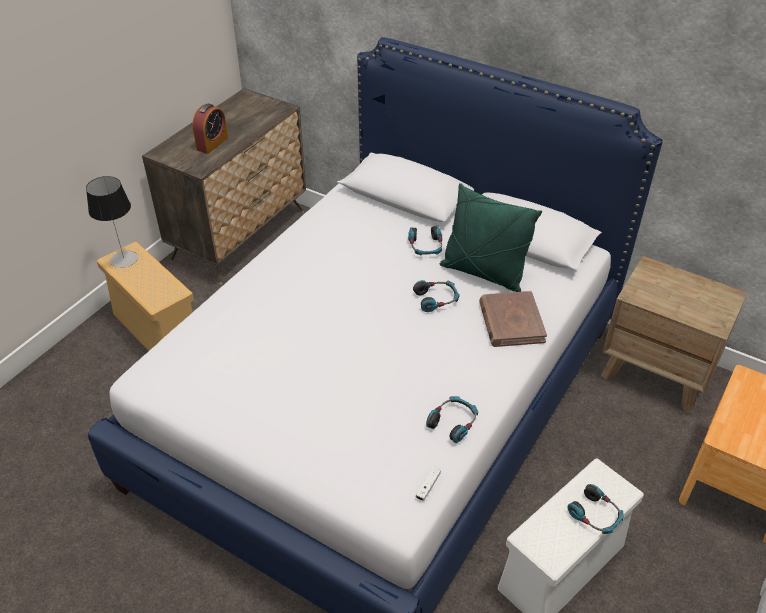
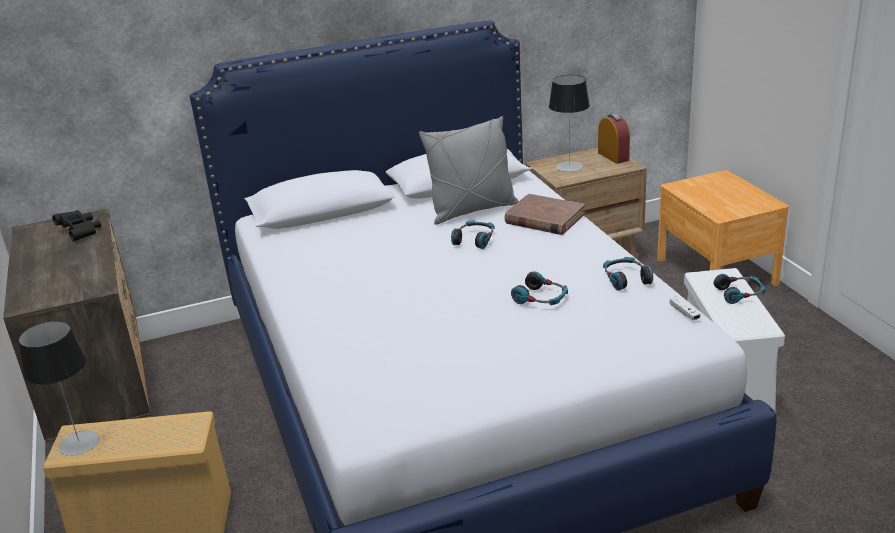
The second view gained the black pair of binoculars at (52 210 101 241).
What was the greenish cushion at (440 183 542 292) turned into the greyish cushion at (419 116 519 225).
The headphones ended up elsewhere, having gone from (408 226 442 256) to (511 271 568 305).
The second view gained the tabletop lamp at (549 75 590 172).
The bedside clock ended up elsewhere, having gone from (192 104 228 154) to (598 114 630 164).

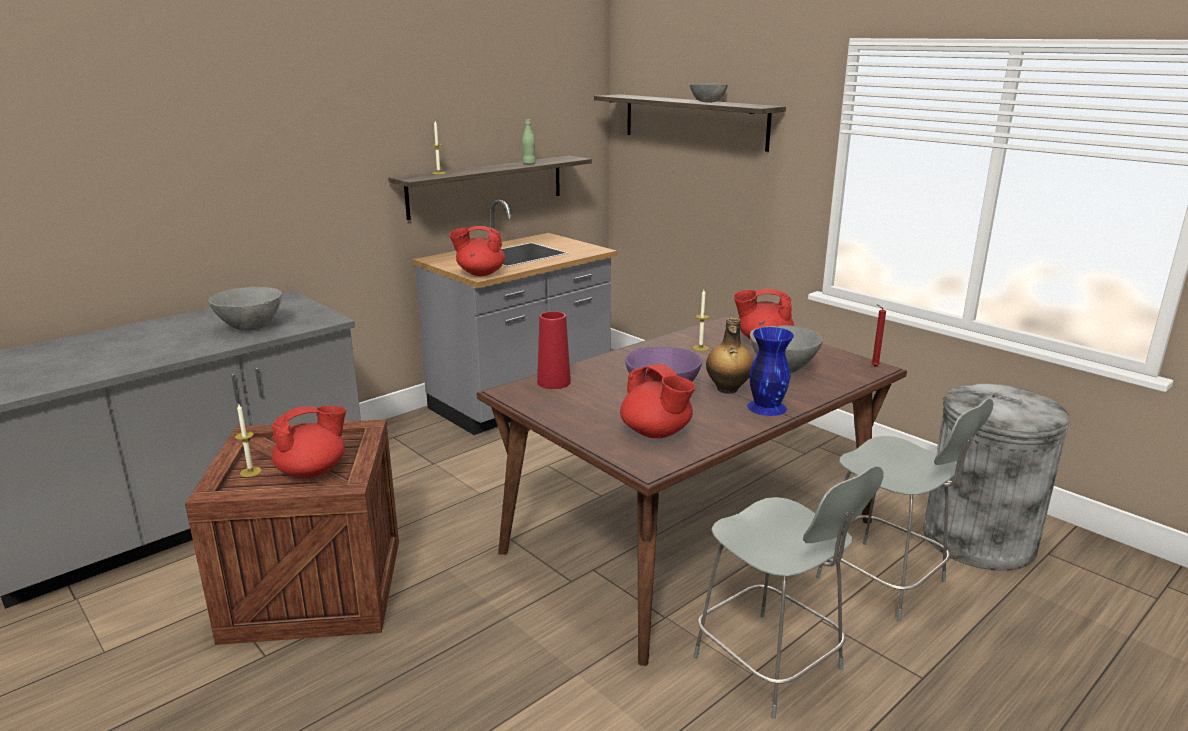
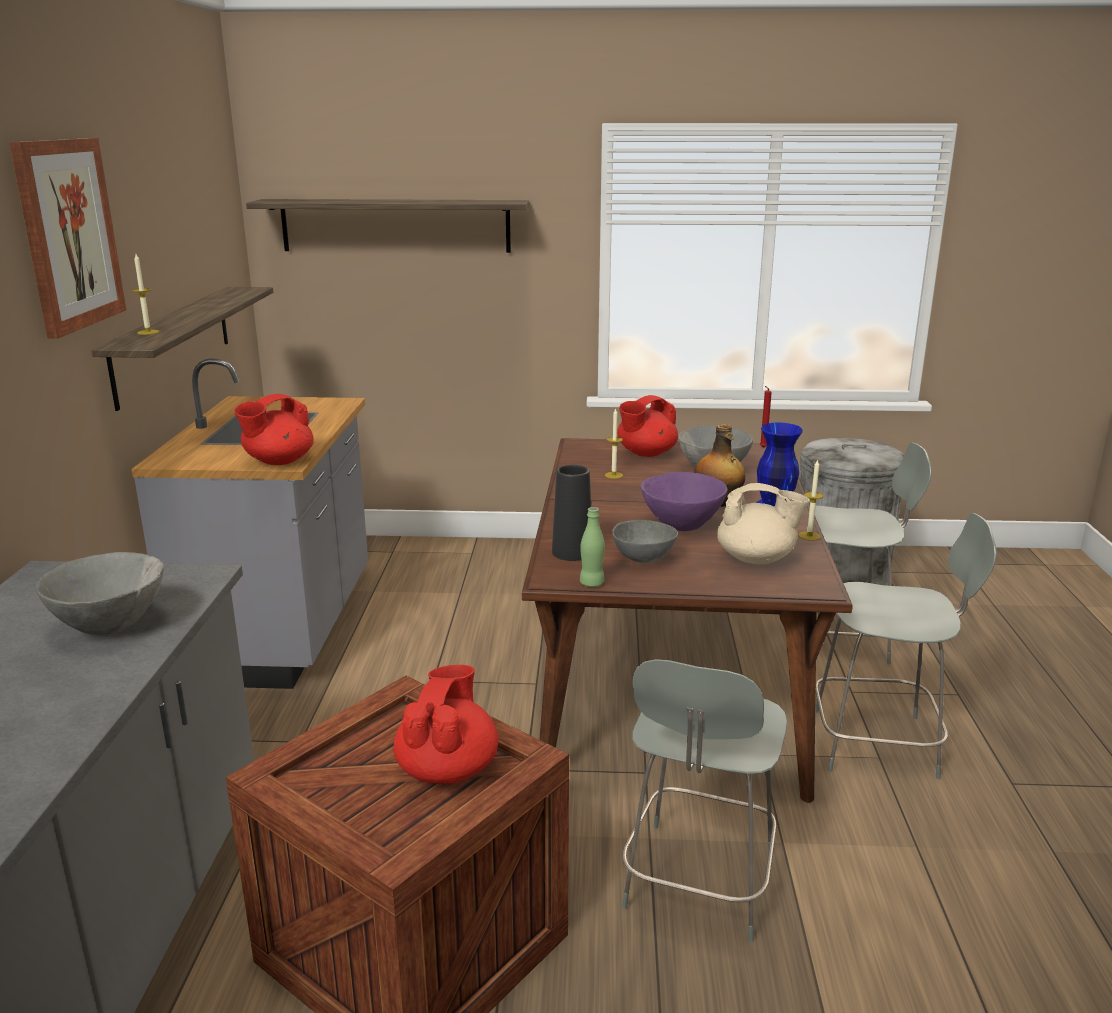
The second view gained the wall art at (9 138 126 339).
What was the reddish decorative vase at (537 311 571 389) turned into the black decorative vase at (552 465 591 561).
The greenish drink bottle ended up elsewhere, having gone from (522 120 536 165) to (580 507 605 587).
The greyish bowl ended up elsewhere, having gone from (690 83 728 103) to (612 520 678 563).
The second view gained the greyish plain chair at (622 659 787 942).
What was the reddish teapot at (620 364 695 438) turned into the sand-coloured teapot at (717 483 810 564).
The wax candle ended up elsewhere, having gone from (235 404 262 477) to (798 459 823 541).

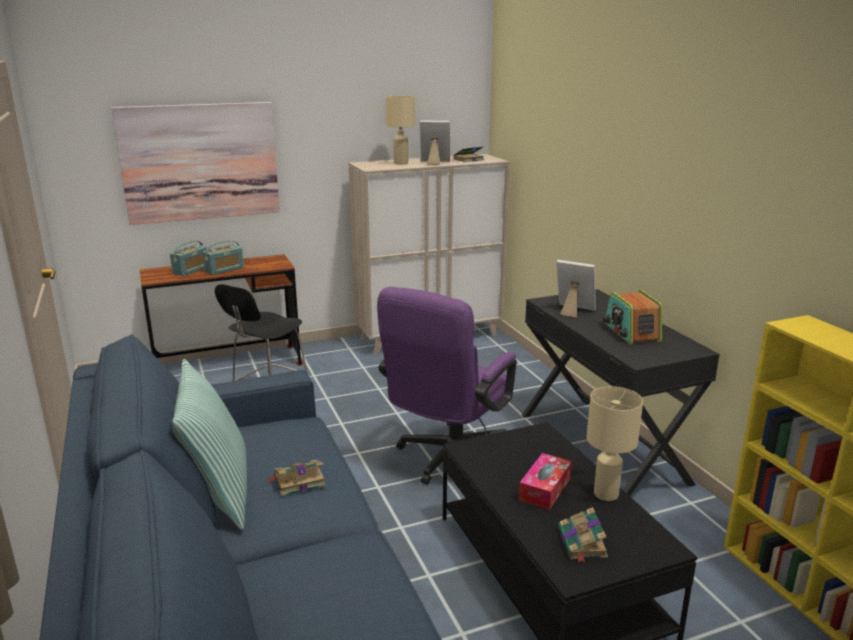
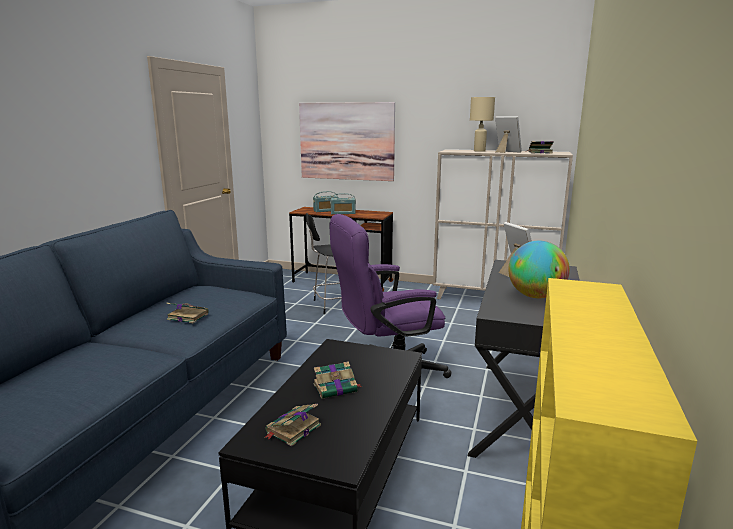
Where the tissue box stood at (519 453 572 510), the bound book came to stand at (314 361 362 399).
Where the radio set stood at (603 290 662 345), the globe came to stand at (508 241 570 298).
The second view lost the cushion at (172 359 247 530).
The second view lost the sand-coloured tabletop lamp at (587 386 643 501).

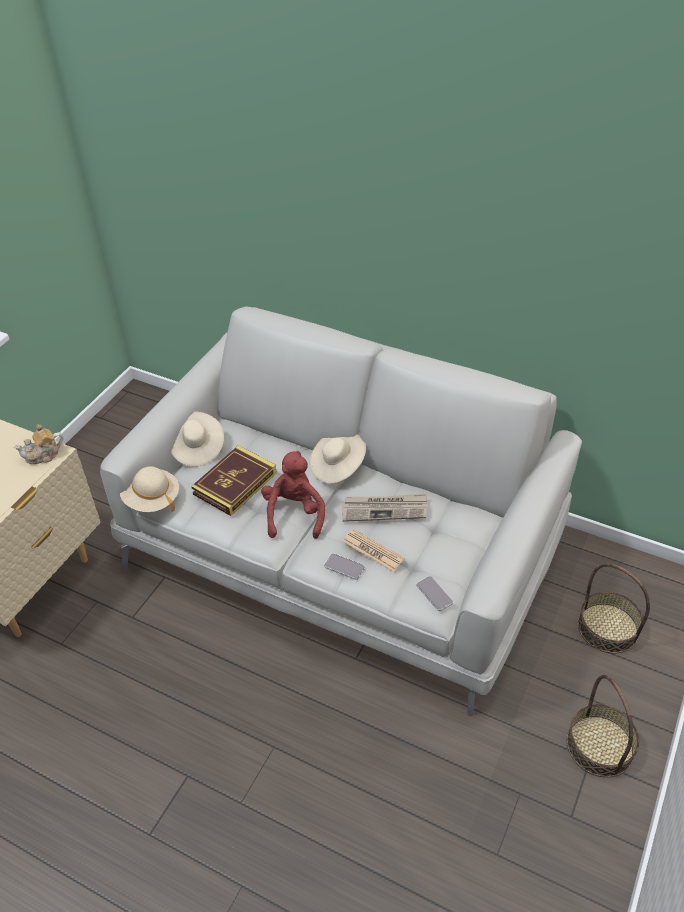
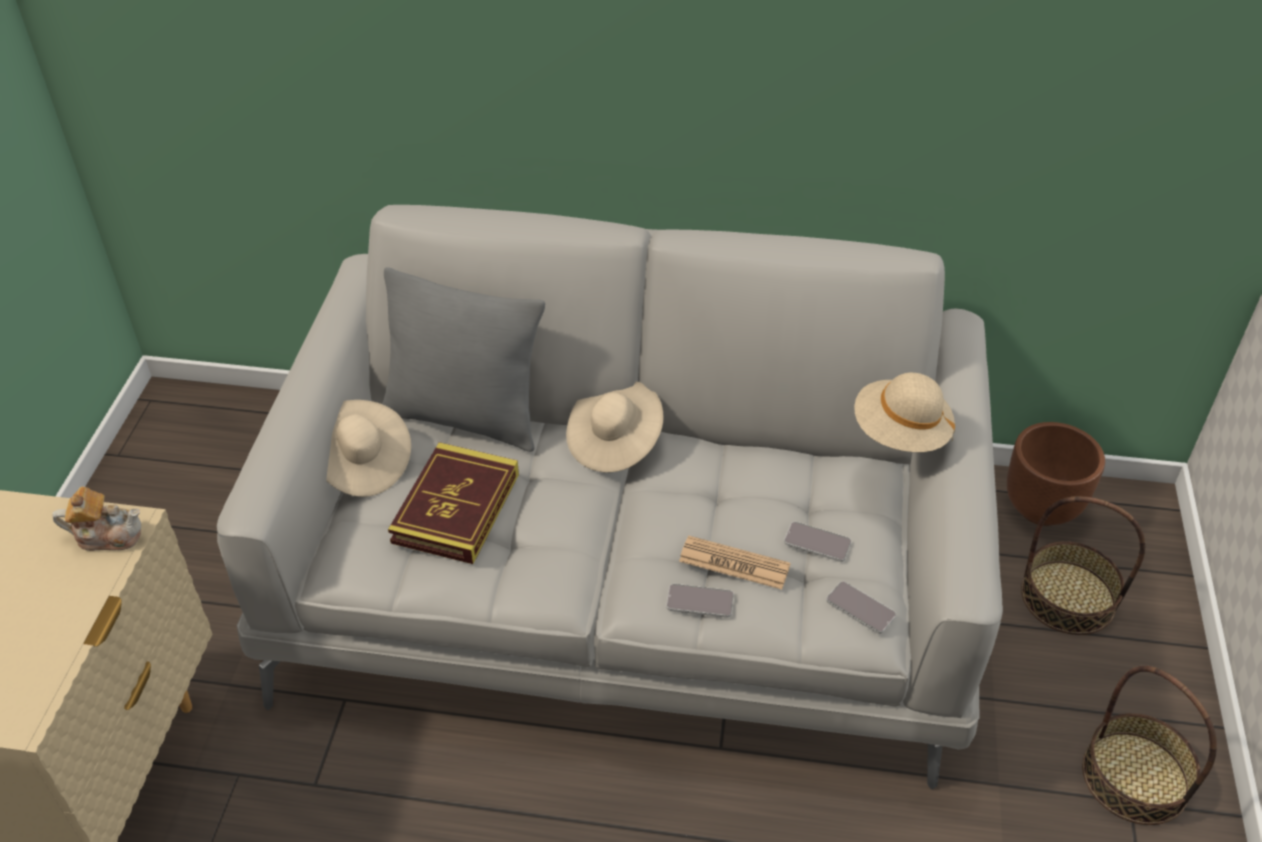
The teapot at (14 424 63 464) ended up facing another way, 135 degrees counterclockwise from before.
The second view gained the greyish cushion at (382 267 545 452).
The second view gained the phone at (784 522 852 562).
The sand-coloured clothing hat ended up elsewhere, having gone from (120 466 179 512) to (854 373 955 452).
The second view gained the brownish plant pot at (1007 422 1105 526).
The second view lost the reddish cuddly toy at (261 451 325 539).
The second view lost the daily paper at (342 494 427 522).

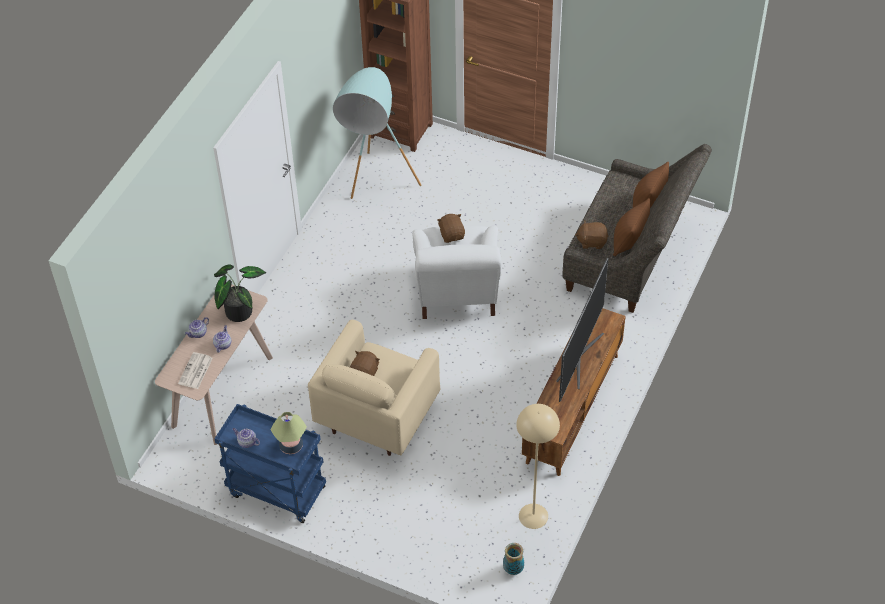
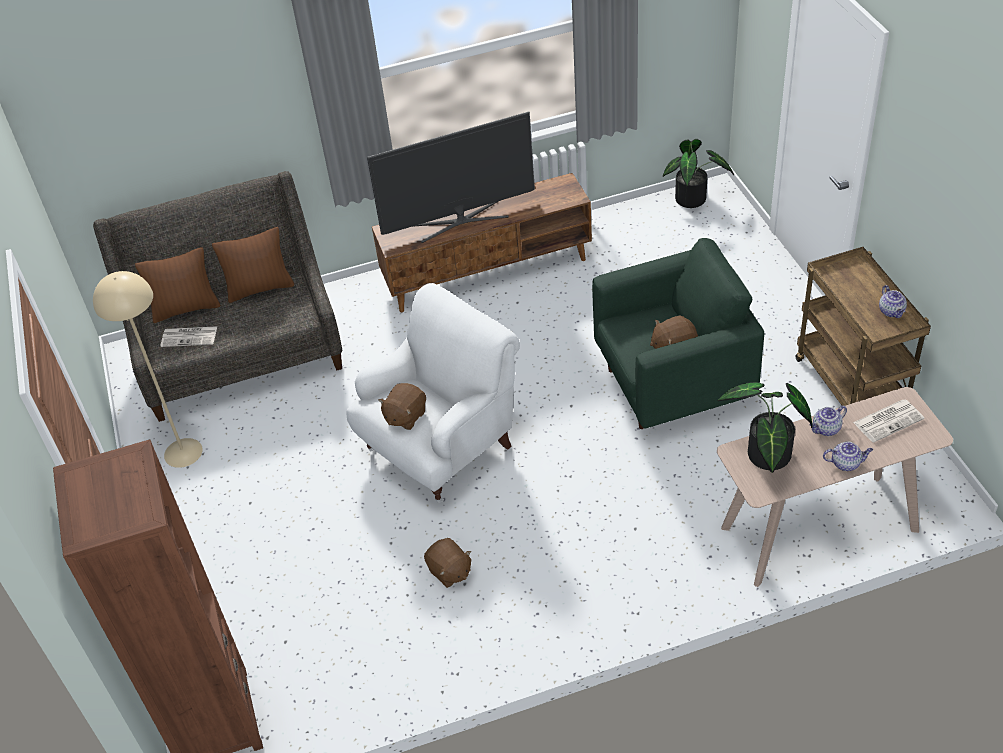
The sand-coloured standard lamp ended up elsewhere, having gone from (516 404 560 529) to (93 271 203 468).
The second view gained the daily paper at (161 326 217 347).
The brownish cuddly toy ended up elsewhere, having gone from (575 220 608 249) to (424 538 471 588).
What was the sand-coloured lounge chair at (308 320 440 456) turned into the greenish lounge chair at (592 238 764 429).
Where the decorative vase stood at (503 543 524 575), the plant in a pot came to stand at (663 139 734 208).
What was the blue-coloured cart at (214 404 326 523) turned into the brownish cart at (795 247 931 406).
The second view lost the tabletop lamp at (270 412 307 454).
The second view lost the turquoise-coloured standard lamp at (333 67 421 199).

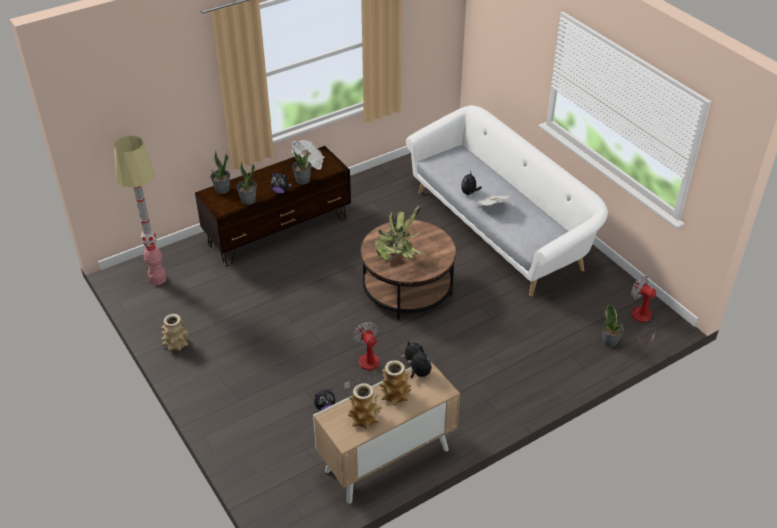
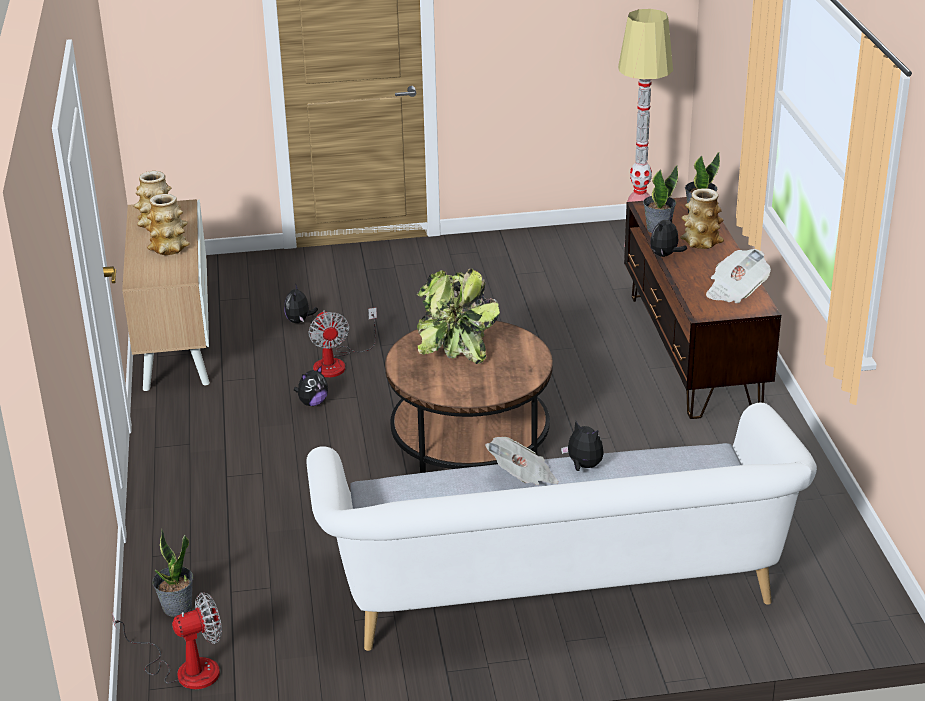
The fan at (344 322 380 392) ended up facing another way, 75 degrees clockwise from before.
The decorative vase ended up elsewhere, having gone from (161 314 189 351) to (680 188 724 249).
The second view lost the plant in a pot at (292 148 312 185).
The second view lost the cuddly toy at (408 347 432 378).

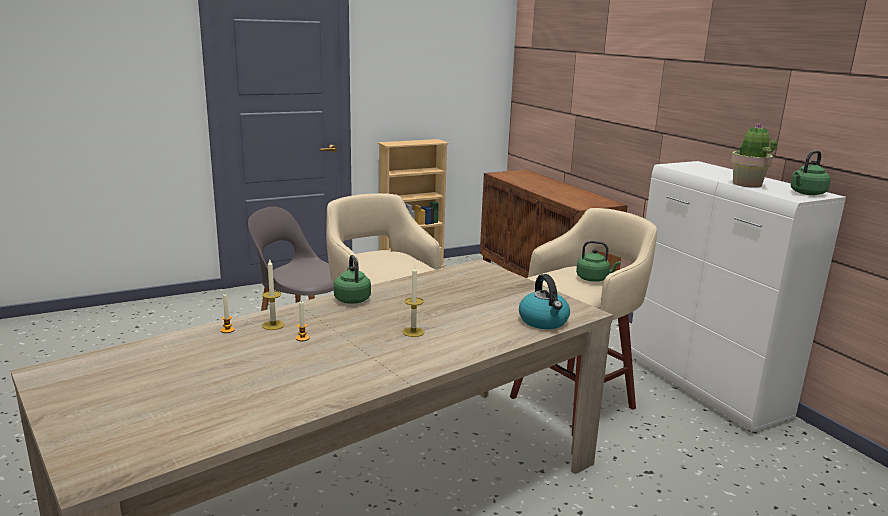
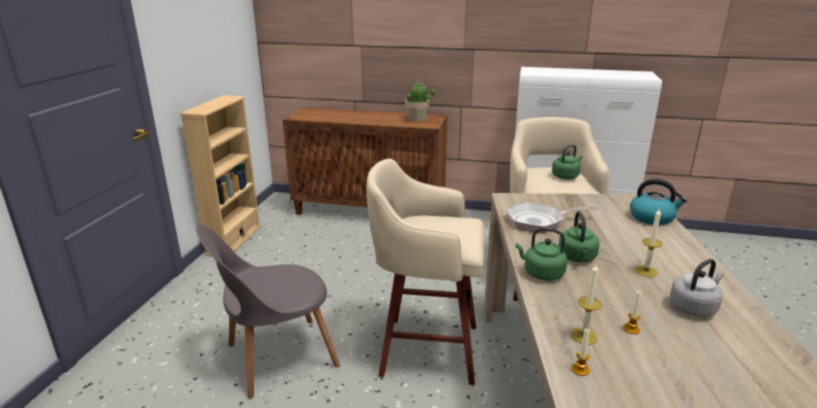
The plant in a pot ended up elsewhere, having gone from (731 124 777 188) to (405 80 435 122).
The second view gained the pan at (506 202 598 233).
The greenish tea kettle ended up elsewhere, having gone from (791 150 831 195) to (559 211 600 262).
The second view gained the greyish tea kettle at (670 259 723 317).

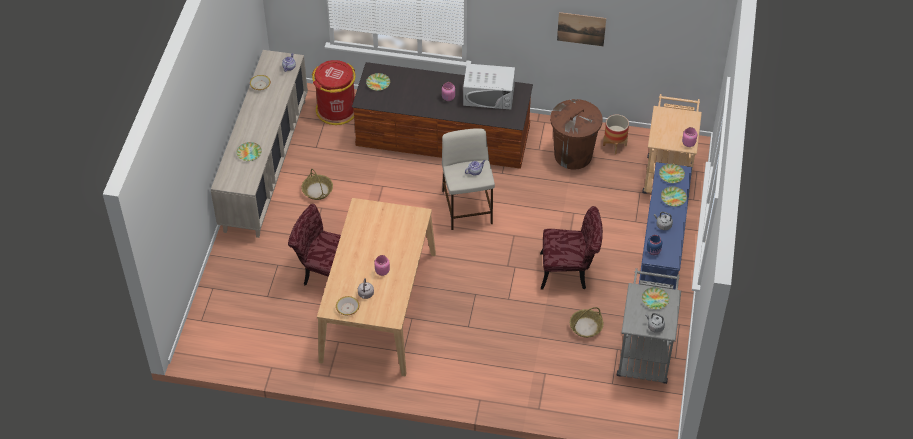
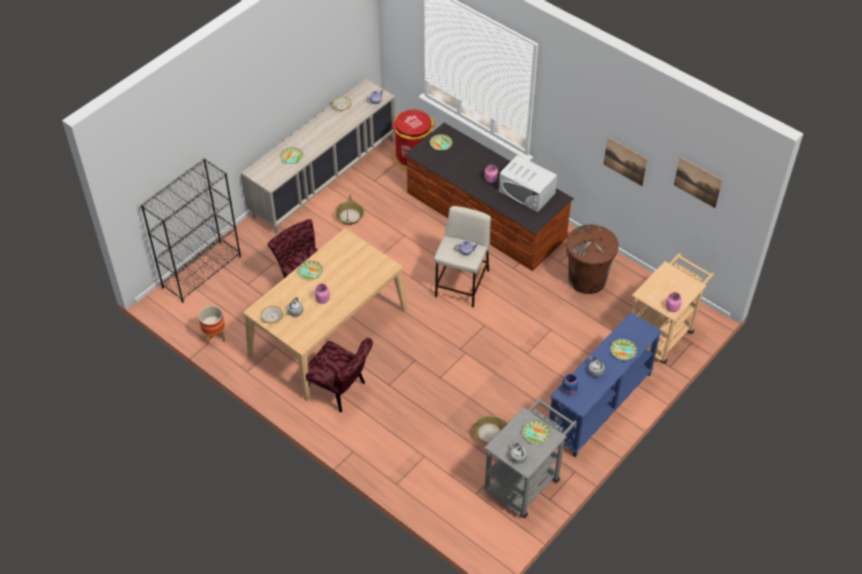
The second view gained the black bookcase at (141 158 241 303).
The plant pot ended up elsewhere, having gone from (603 115 629 154) to (198 306 225 345).
The plate ended up elsewhere, having gone from (659 164 685 183) to (297 261 323 280).
The reddish plain chair ended up elsewhere, having gone from (540 206 603 290) to (306 338 373 412).
The second view gained the wall art at (674 157 723 208).

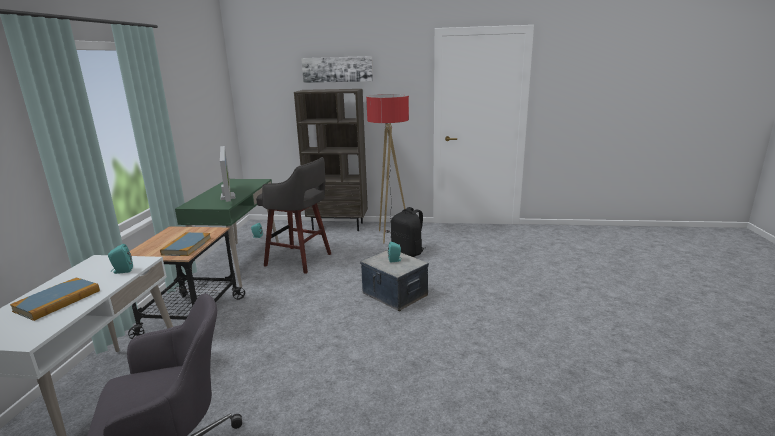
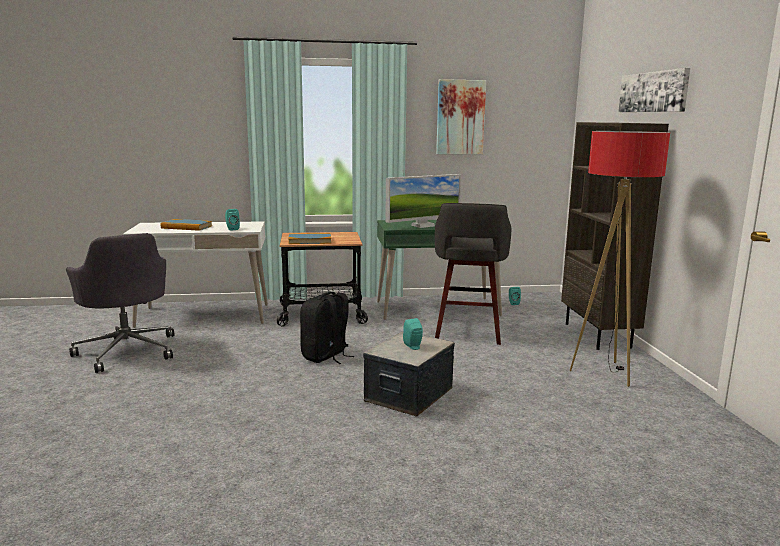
The black backpack ended up elsewhere, having gone from (391 207 426 257) to (300 292 355 364).
The second view gained the wall art at (436 79 486 154).

